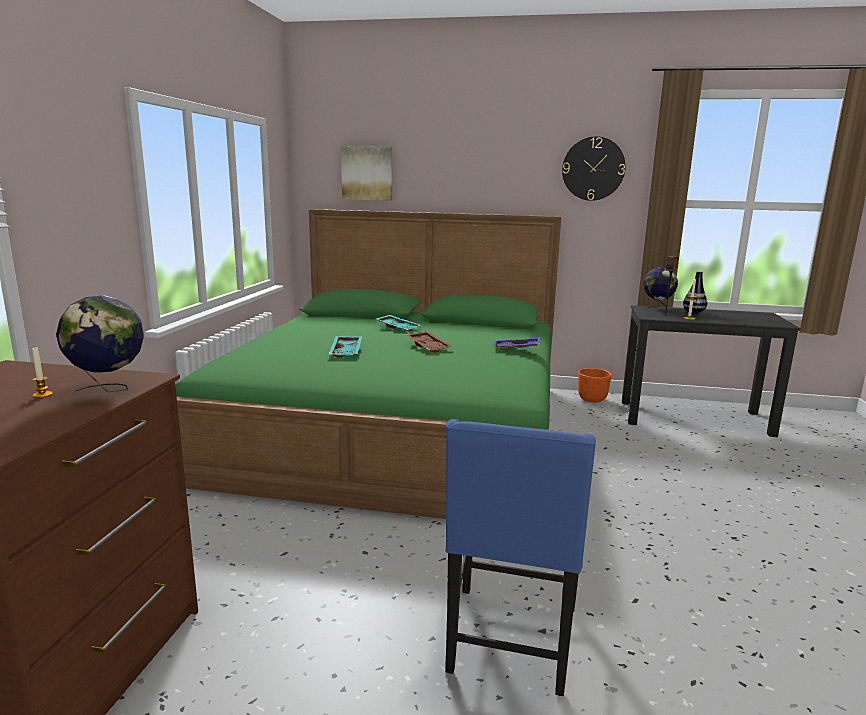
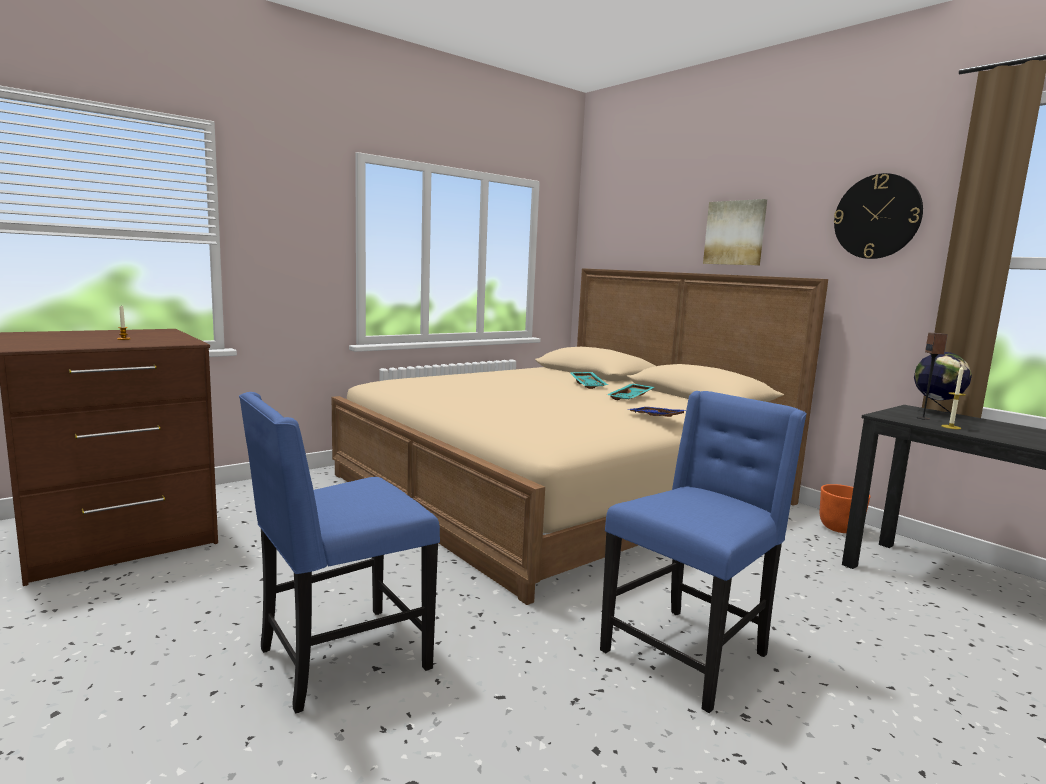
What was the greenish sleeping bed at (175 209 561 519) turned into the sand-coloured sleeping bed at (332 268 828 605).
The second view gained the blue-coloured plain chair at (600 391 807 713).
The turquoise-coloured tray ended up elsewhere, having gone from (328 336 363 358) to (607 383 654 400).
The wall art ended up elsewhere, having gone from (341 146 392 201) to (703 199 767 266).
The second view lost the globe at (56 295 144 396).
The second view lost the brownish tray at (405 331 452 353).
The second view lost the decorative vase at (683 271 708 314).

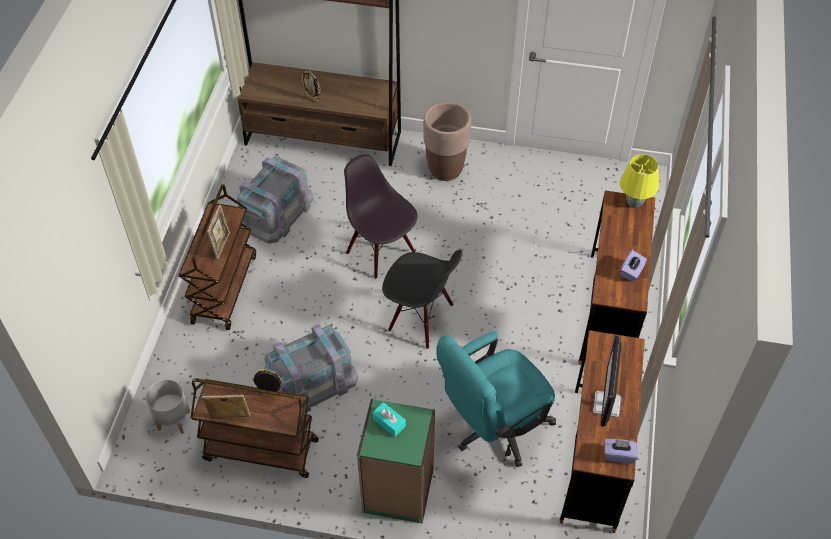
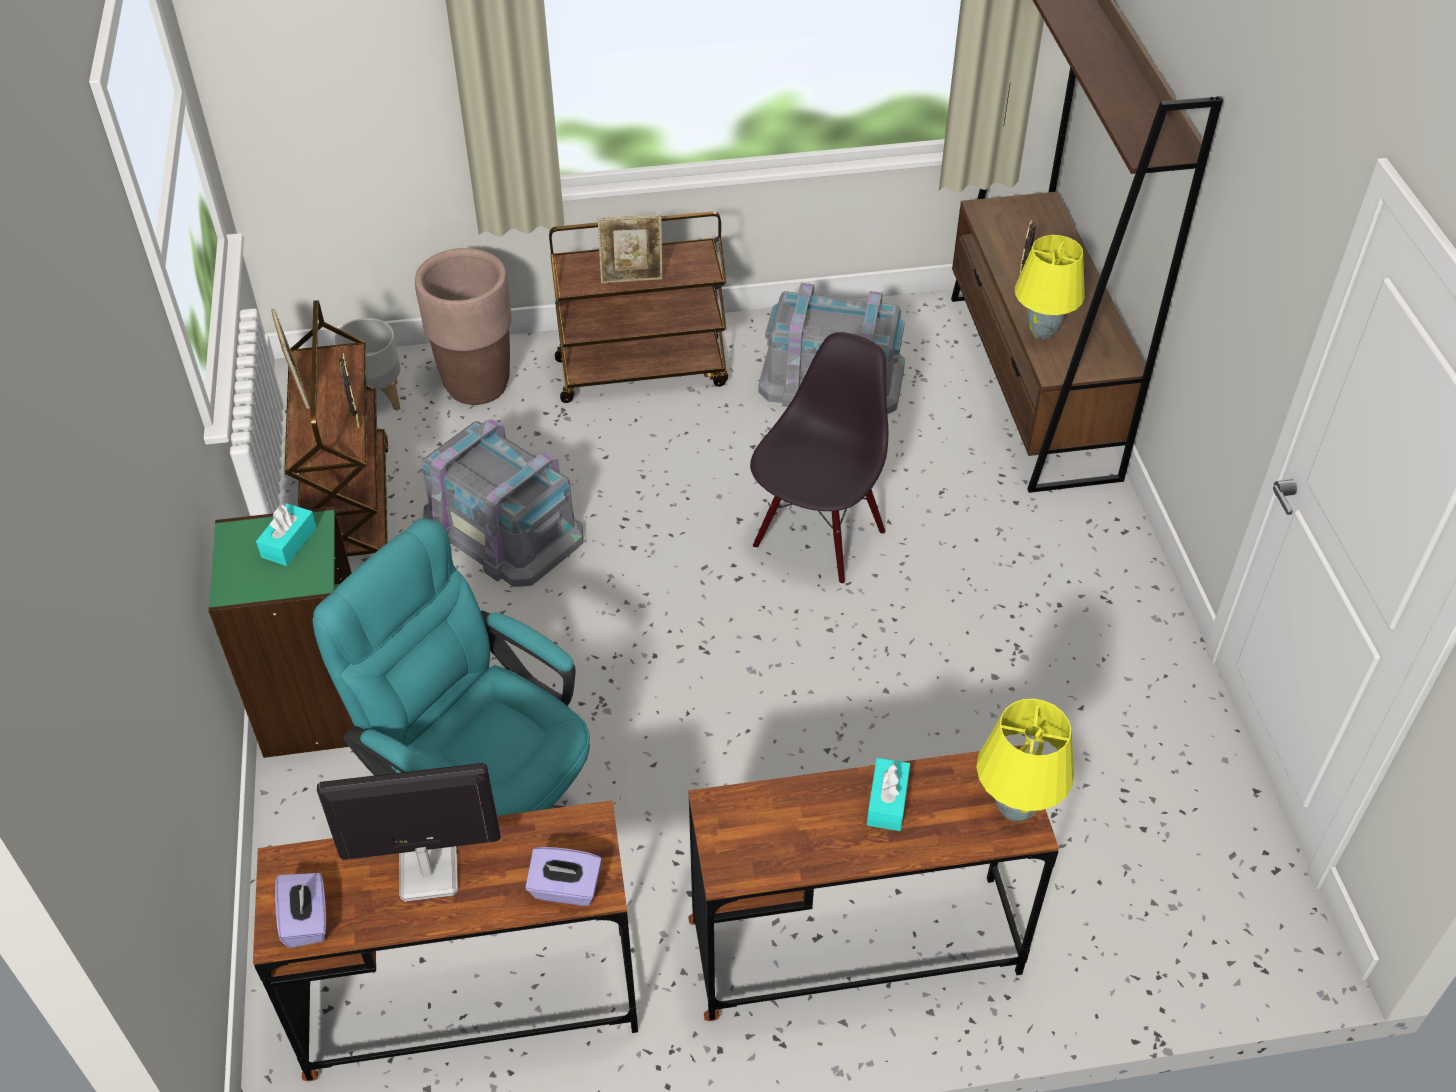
The brownish plant pot ended up elsewhere, having gone from (423 101 471 181) to (415 248 511 405).
The purplish tissue box ended up elsewhere, having gone from (620 250 647 282) to (525 847 602 906).
The second view gained the turquoise-coloured tissue box at (867 758 910 831).
The second view gained the yellowish tabletop lamp at (1015 235 1085 340).
The second view lost the black plain chair at (382 250 462 349).

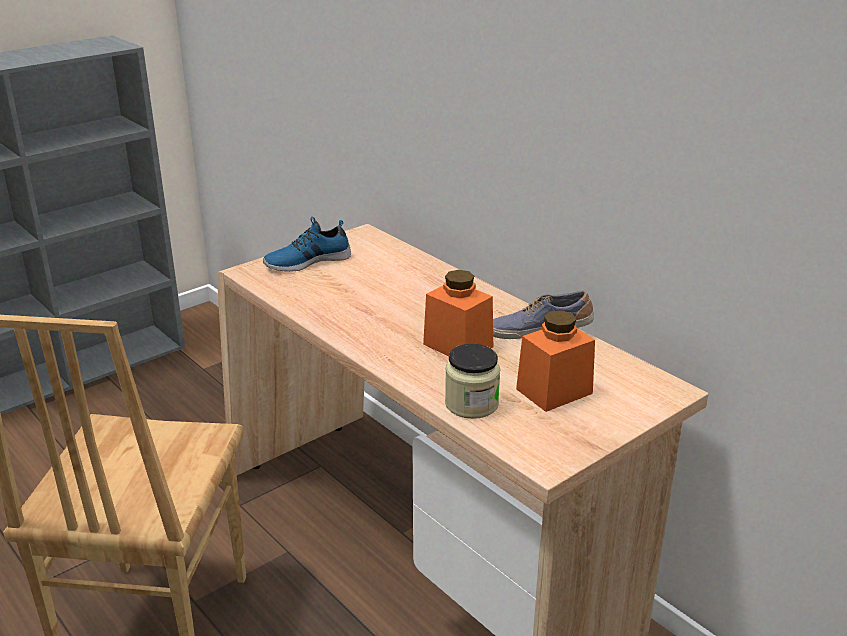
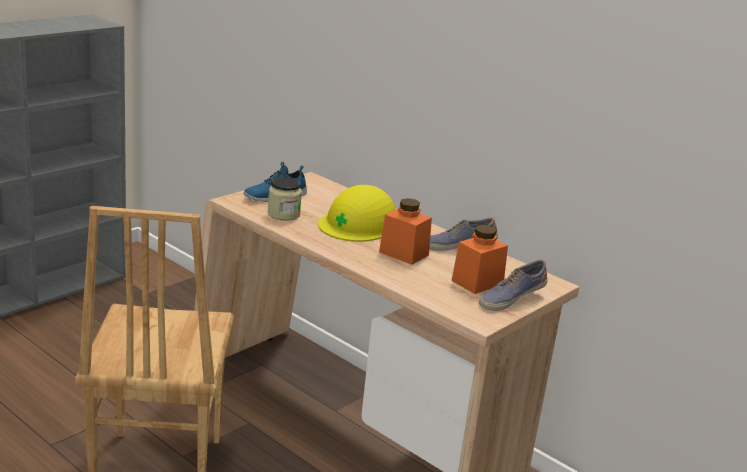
The jar ended up elsewhere, having gone from (445 344 500 419) to (268 177 302 221).
The second view gained the yellowish hard hat at (318 185 396 242).
The second view gained the low shoe at (479 260 548 311).

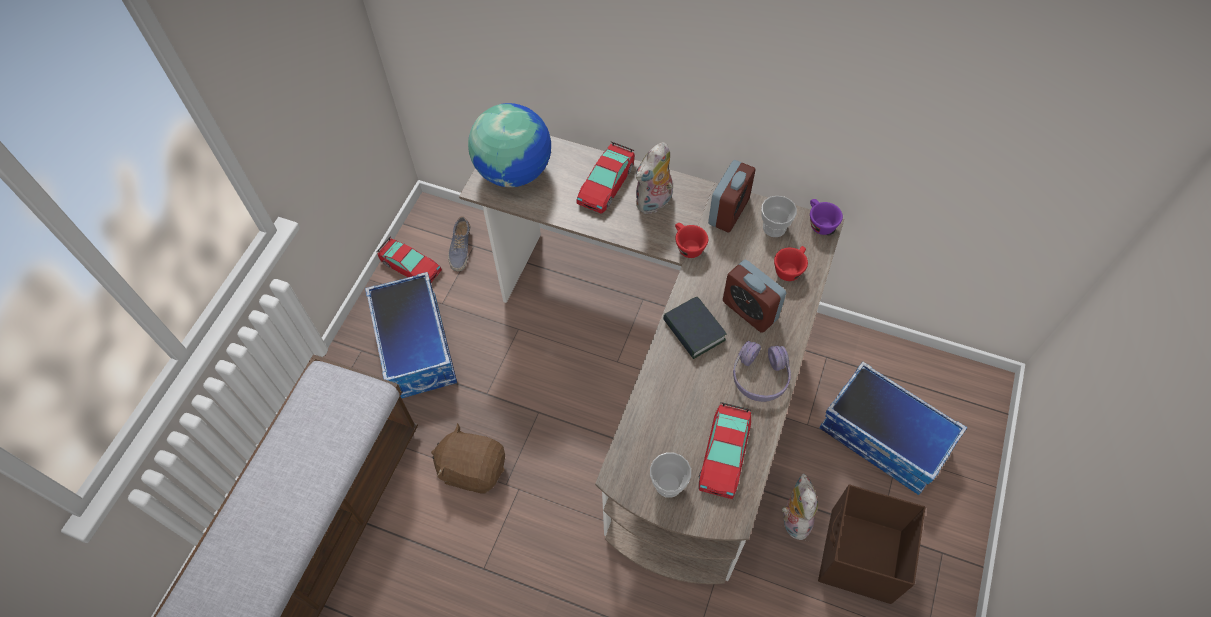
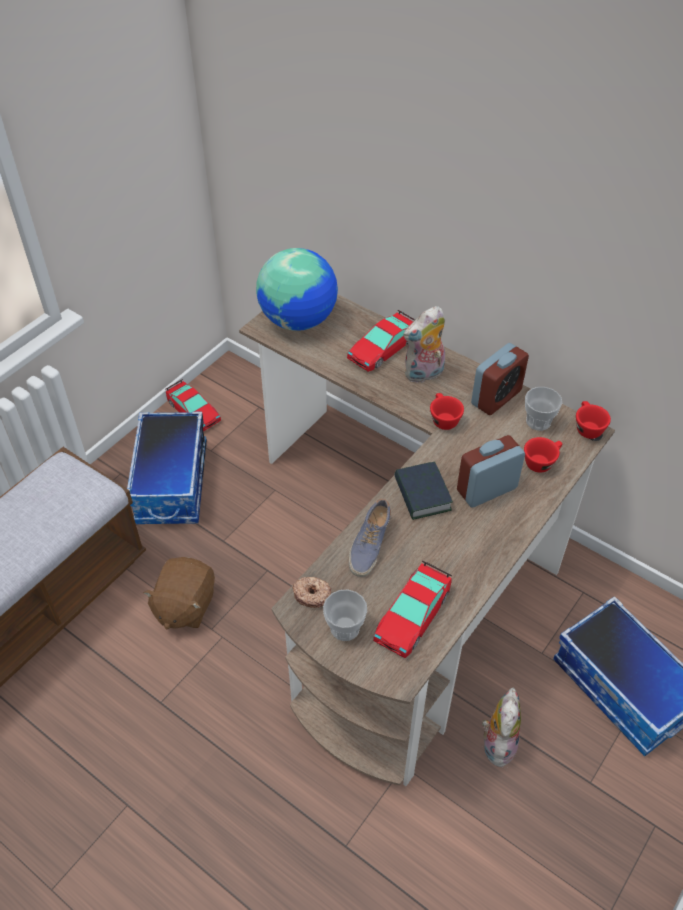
The brownish cuddly toy at (431 423 505 494) ended up facing another way, 105 degrees counterclockwise from before.
The second view gained the doughnut at (292 577 332 608).
The low shoe ended up elsewhere, having gone from (448 216 470 271) to (349 499 392 577).
The bedside clock at (723 259 786 333) ended up facing another way, 90 degrees clockwise from before.
What was the purplish drinking cup at (810 199 843 235) turned into the reddish drinking cup at (576 401 611 439).
The second view lost the purplish headphones at (733 341 791 402).
The second view lost the brownish storage box at (818 484 925 604).

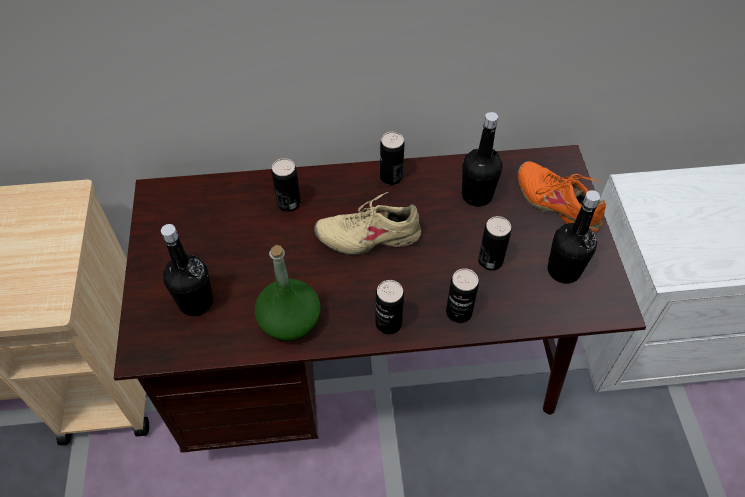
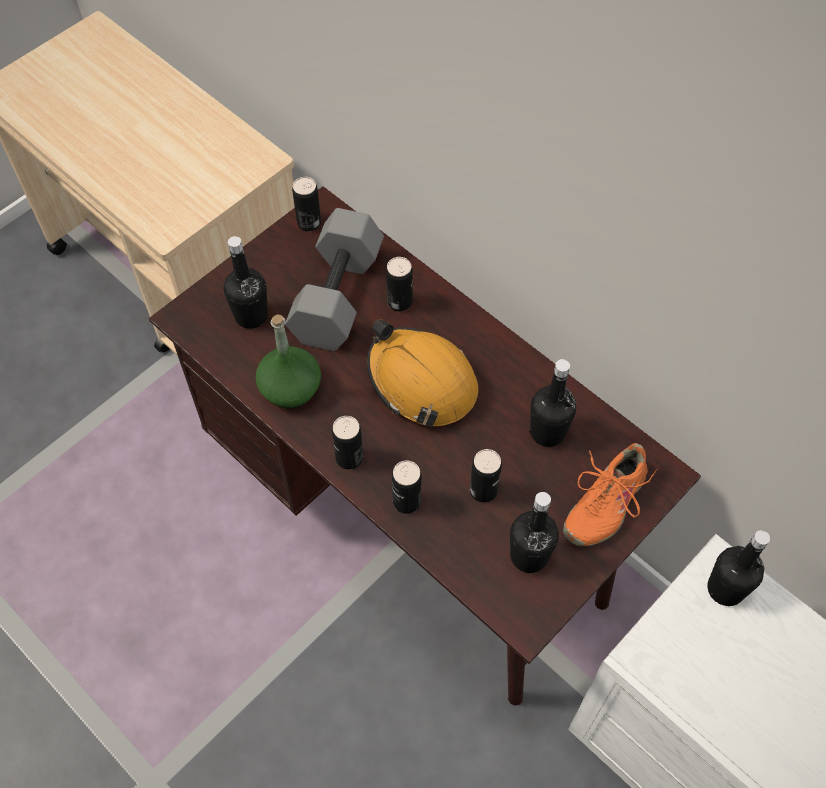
The second view gained the greyish dumbbell at (285 208 384 351).
The sealed can ended up elsewhere, having gone from (380 132 405 185) to (292 177 321 232).
Where the sand-coloured low shoe stood at (314 192 421 255), the orangey hard hat came to stand at (367 320 478 427).
The orangey low shoe at (518 161 606 233) ended up facing another way, 150 degrees counterclockwise from before.
The second view gained the black drink bottle at (707 530 770 606).

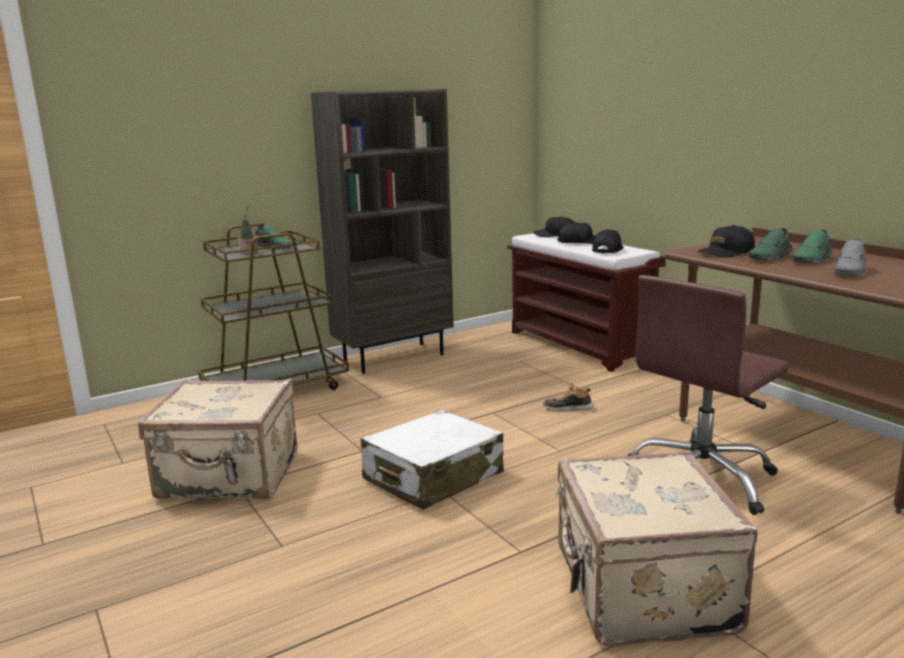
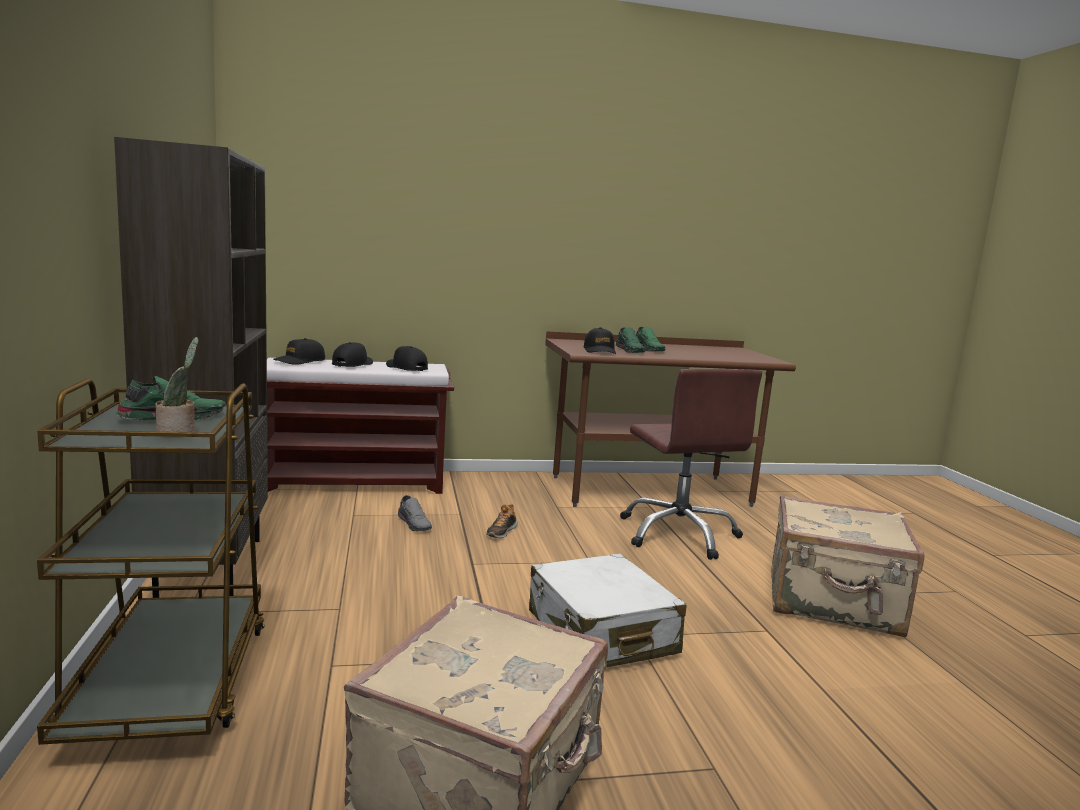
The greyish low shoe ended up elsewhere, having gone from (834 239 867 276) to (398 495 432 531).

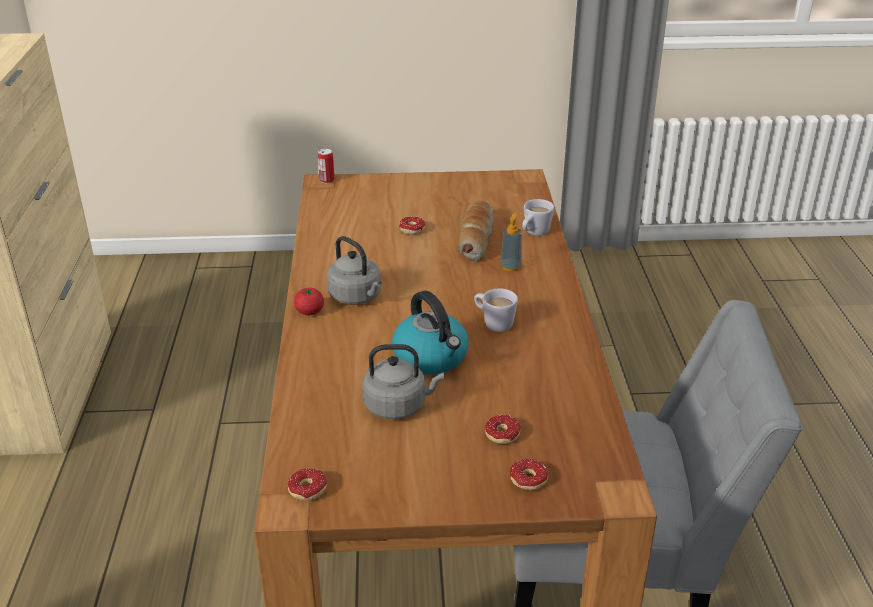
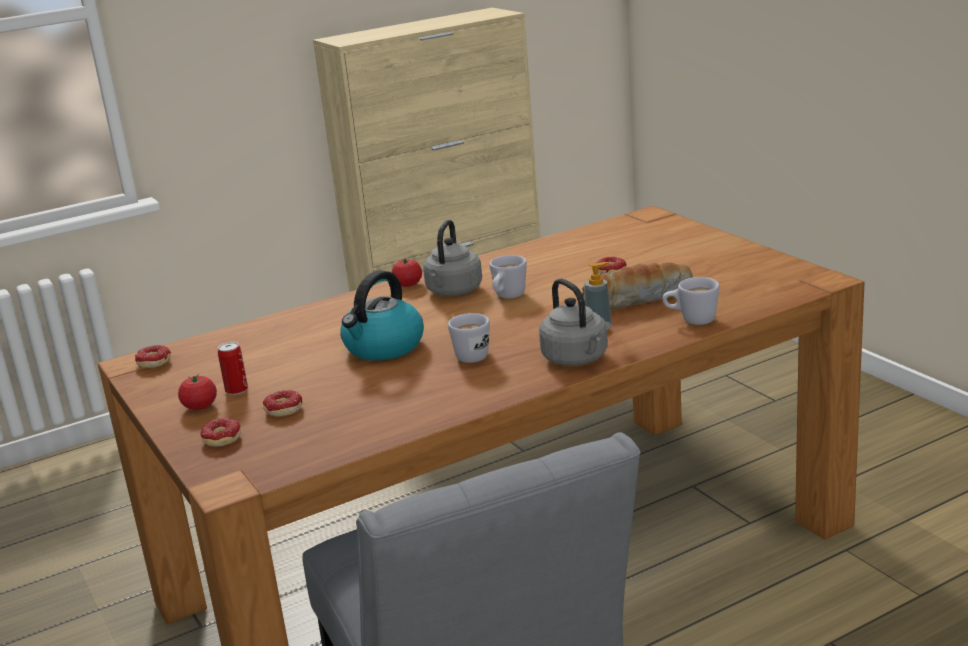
The second view gained the tomato at (178 374 217 410).
The sealed can ended up elsewhere, having gone from (318 149 335 184) to (218 342 248 395).
The second view gained the white coffee mug at (489 255 527 298).
The greyish tea kettle ended up elsewhere, having gone from (362 344 444 419) to (539 279 608 366).

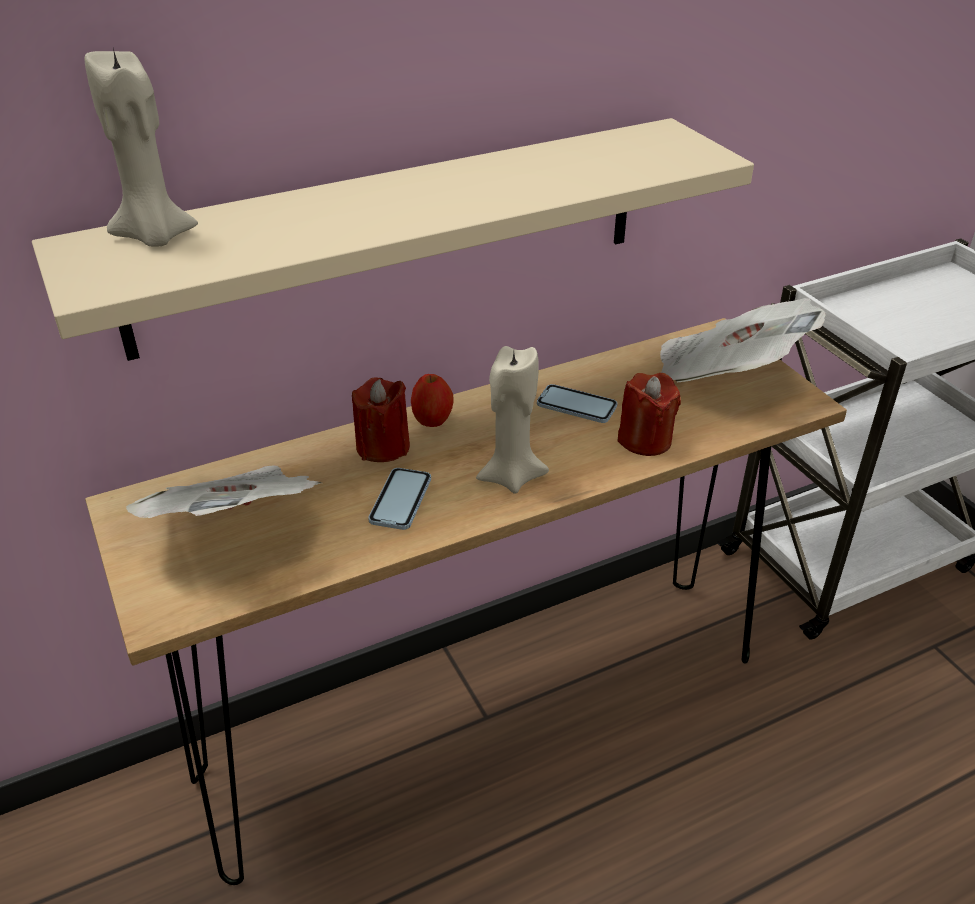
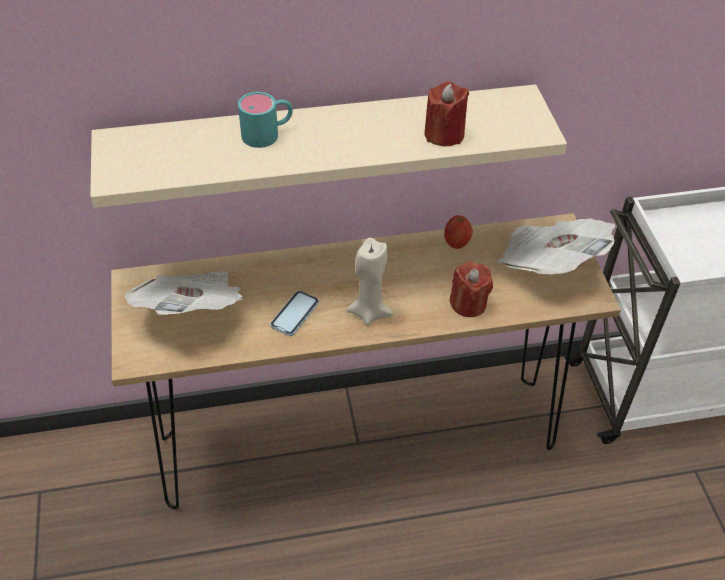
The second view gained the turquoise-coloured coffee mug at (238 92 293 148).
The reddish wax candle ended up elsewhere, having gone from (352 377 410 462) to (424 81 469 146).
The apple ended up elsewhere, having gone from (411 374 454 427) to (444 215 473 249).
The second view lost the sand-coloured wax candle at (85 48 198 247).
The second view lost the phone at (537 384 617 423).

